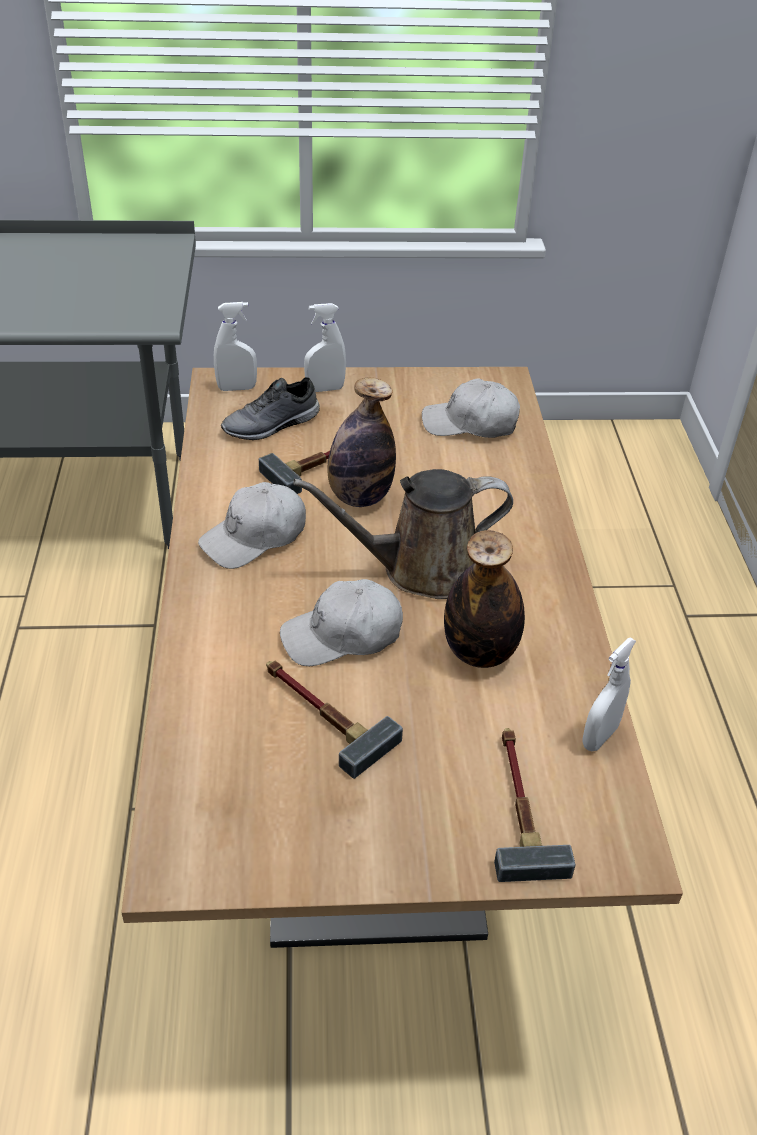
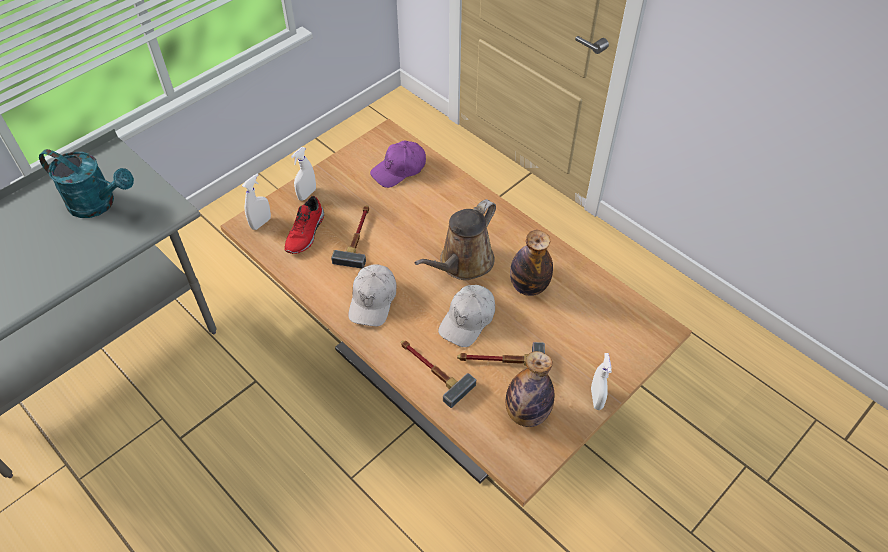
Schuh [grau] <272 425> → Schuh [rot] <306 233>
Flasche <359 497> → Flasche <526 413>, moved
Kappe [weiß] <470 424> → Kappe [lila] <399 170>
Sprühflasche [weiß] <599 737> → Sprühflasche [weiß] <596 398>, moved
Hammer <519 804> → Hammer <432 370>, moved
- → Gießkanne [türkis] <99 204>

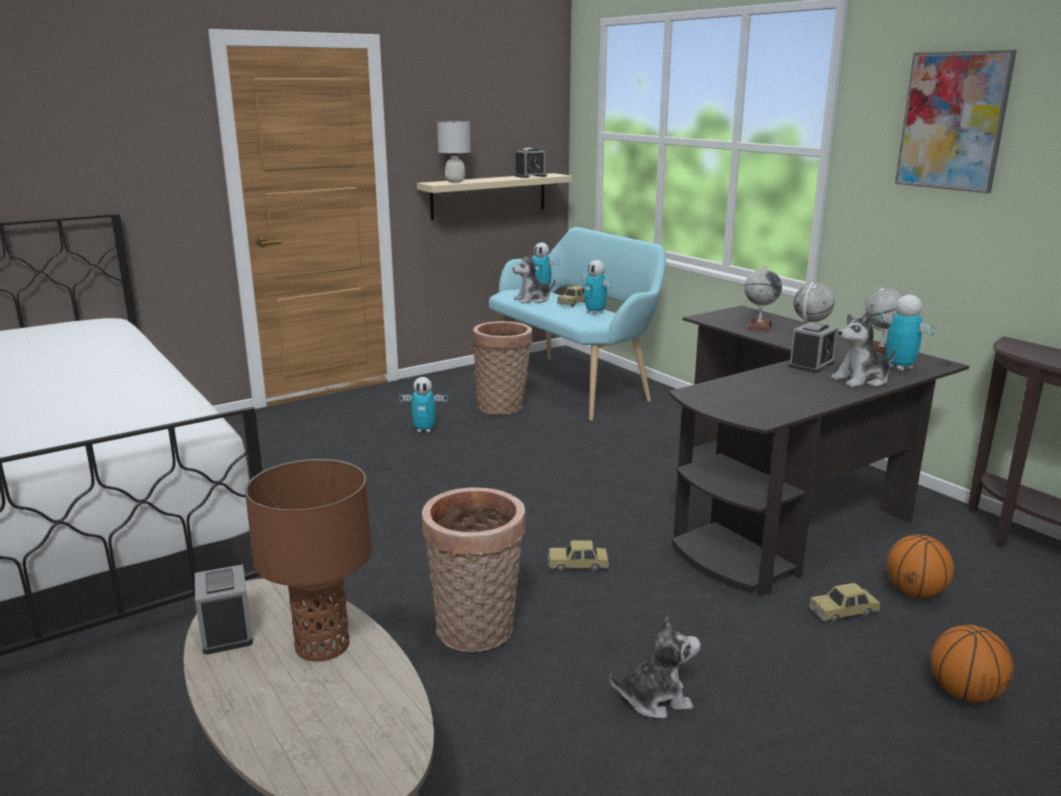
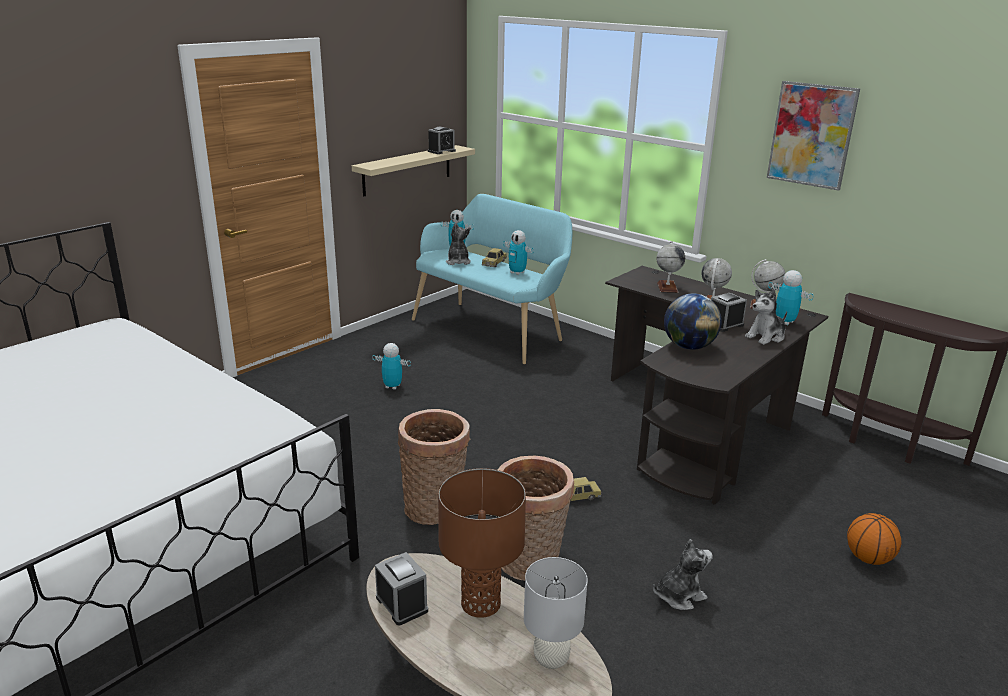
Tischlampe [grau] <454 182> → Tischlampe [grau] <550 660>, moved
Plüschtier <533 300> → Plüschtier <458 262>, 120 degrees clockwise
Korb <503 407> → Korb <435 508>, moved
Wecker <811 365> → Wecker <725 325>, 150 degrees counterclockwise
Spielzeugroboter <424 430> → Spielzeugroboter <392 386>, 150 degrees counterclockwise
Basketball <915 593> → -
Spielzeugauto <843 612> → -
- → Globus <689 346>

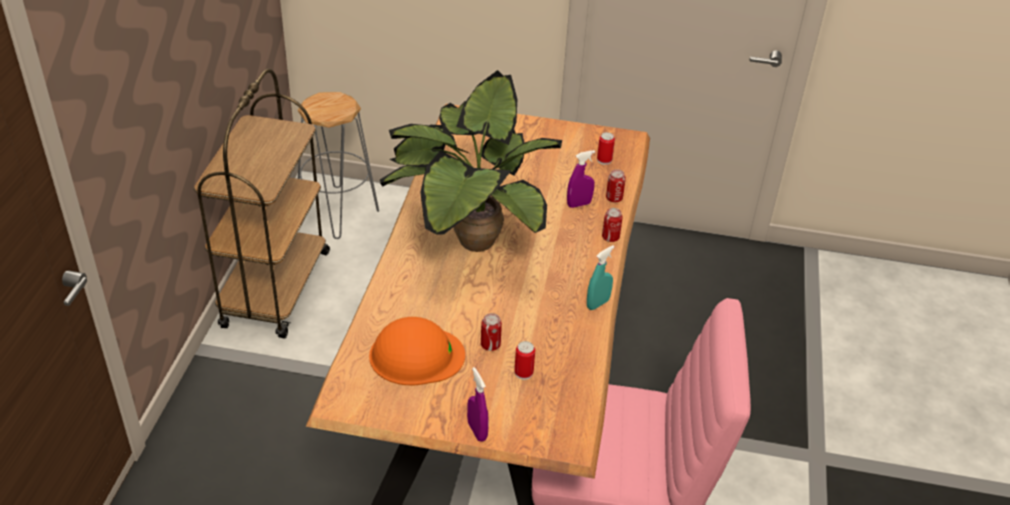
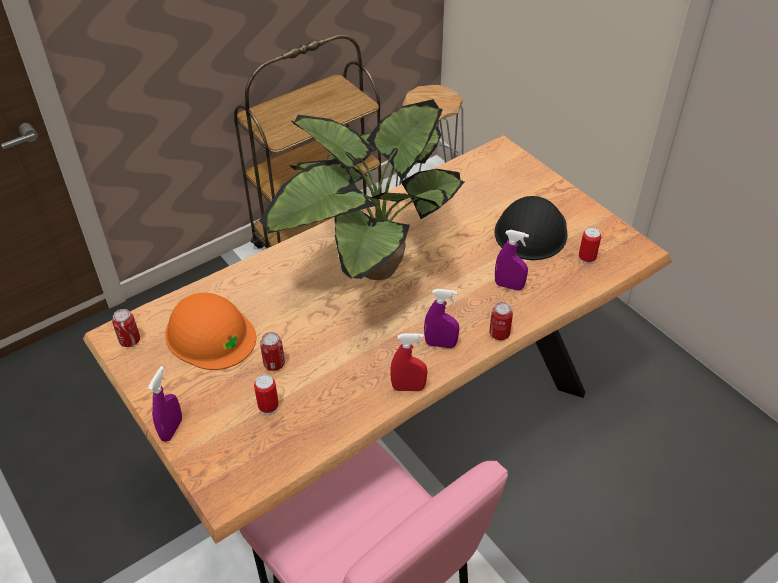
Dose <614 198> → Dose <130 340>, moved
Sprühflasche [türkis] <598 304> → Sprühflasche [rot] <408 388>
- → Schutzhelm [schwarz] <531 230>
- → Sprühflasche [lila] <440 344>

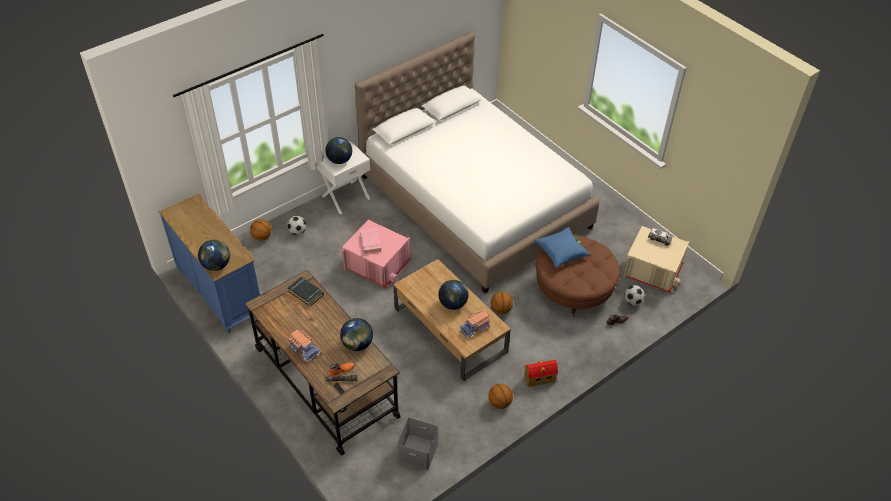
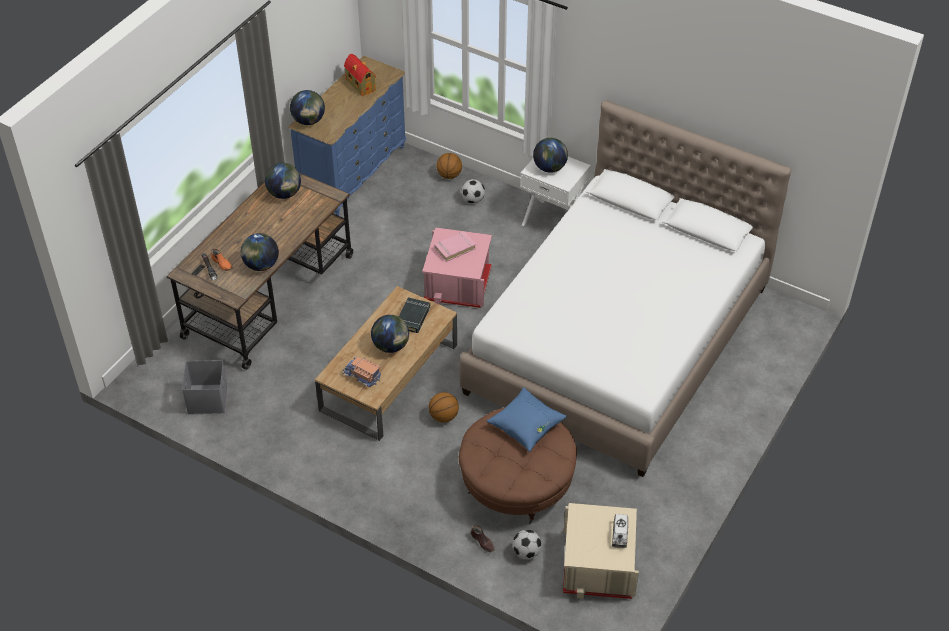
Buch [schwarz] <306 293> → Buch [schwarz] <413 317>, moved
Spielzeuglaster <305 349> → -
Spielzeughaus <538 378> → Spielzeughaus <360 84>, moved
Basketball <499 403> → -
- → Globus <284 194>

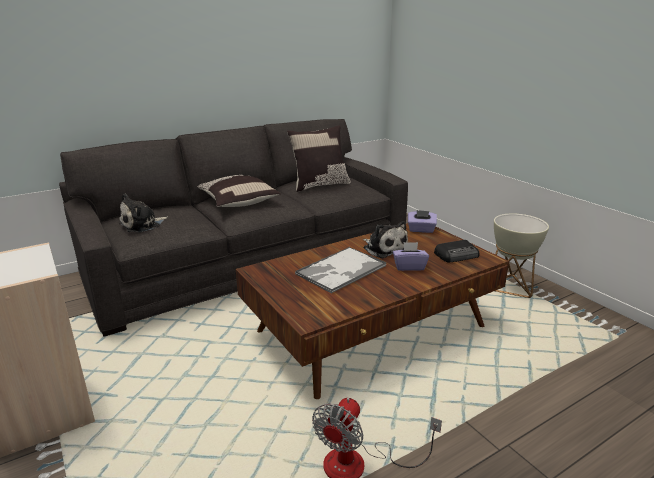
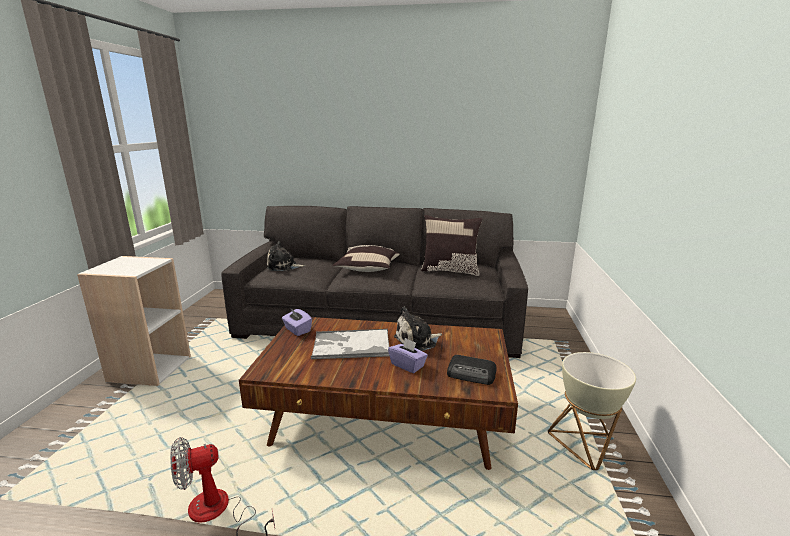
Taschentuchbox [lila] <421 230> → Taschentuchbox [lila] <297 330>, moved
Plüschtier <384 248> → Plüschtier <417 341>, 60 degrees clockwise

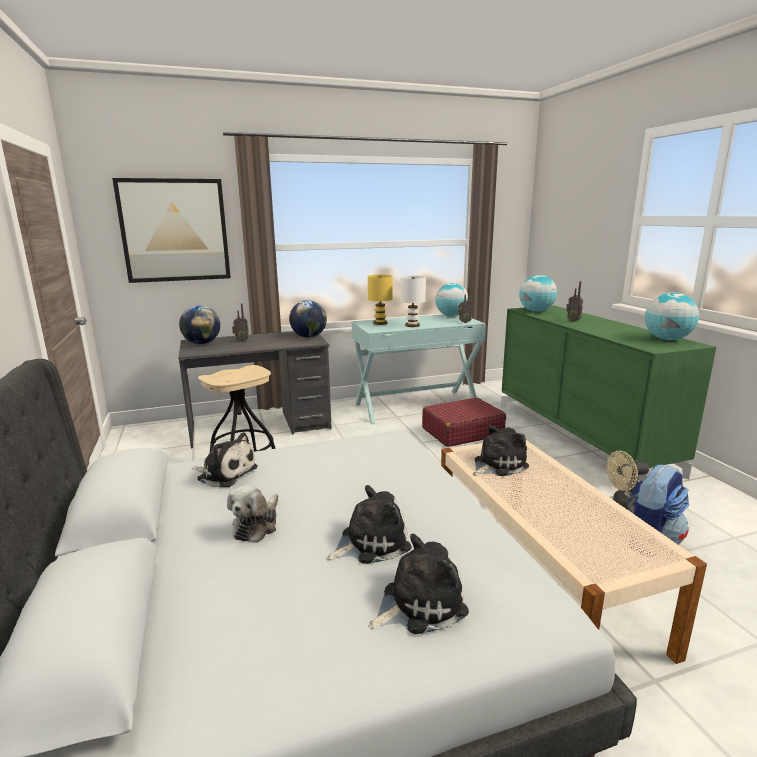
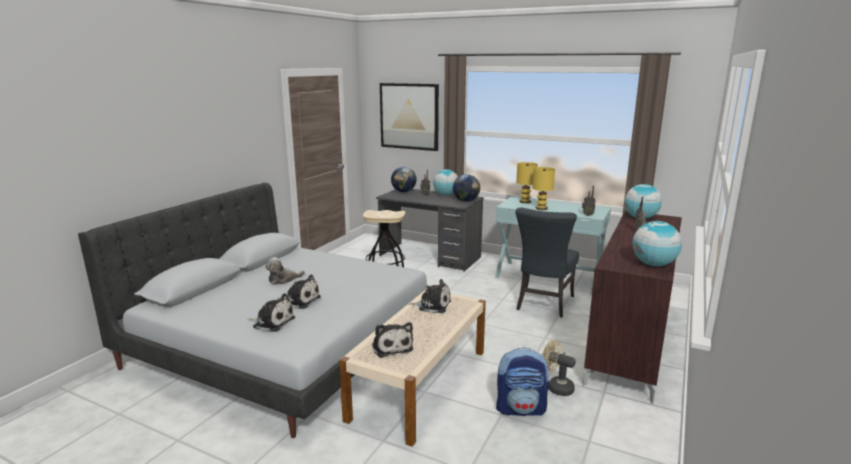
Tischlampe [weiß] <413 325> → Tischlampe [gelb] <541 208>
Globus <451 316> → Globus <446 195>, moved
Kommode [grün] <580 437> → Kommode [braun] <630 343>
Koffer [rot] <462 432> → Stuhl [grau] <543 304>
Plüschtier <225 473> → Plüschtier <391 347>, moved

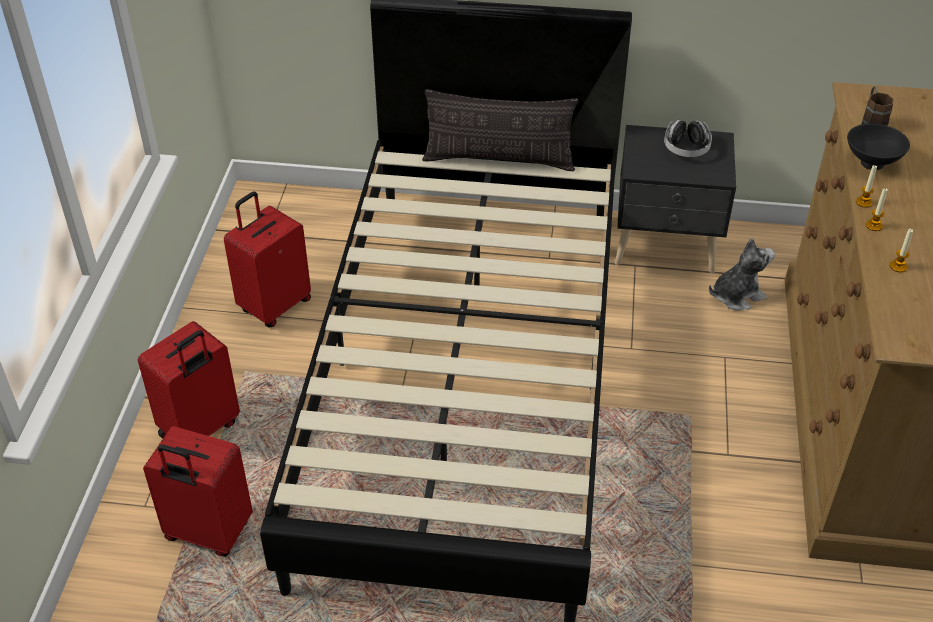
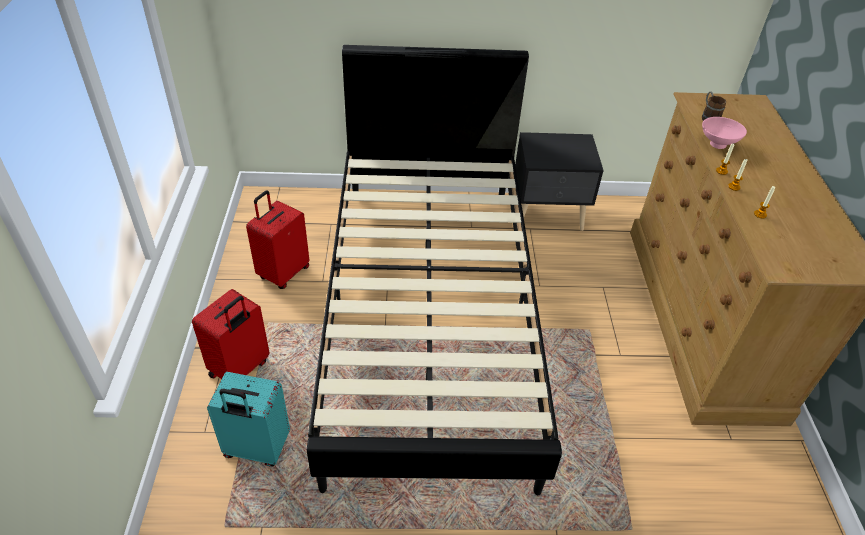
Kissen <499 159> → -
Kopfhörer <686 149> → -
Schüssel [schwarz] <870 163> → Schüssel [rosa] <716 144>
Plüschtier <736 295> → -
Koffer [rot] <207 533> → Koffer [türkis] <256 449>

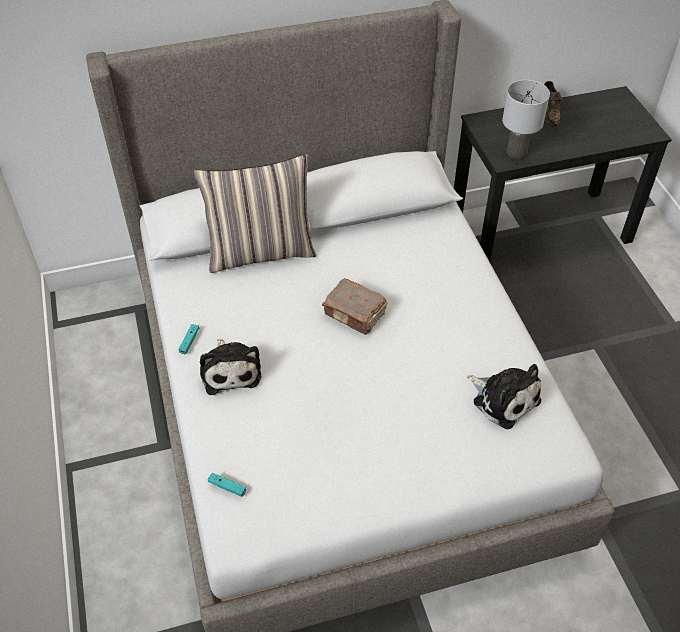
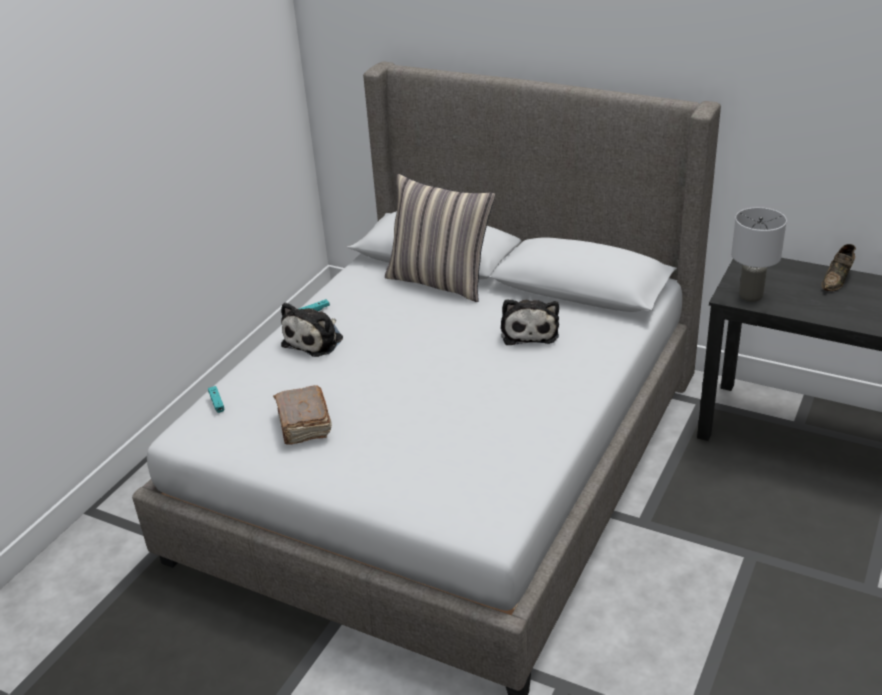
Buch [braun] <355 314> → Buch [braun] <303 425>, moved
Plüschtier <503 399> → Plüschtier <529 331>, moved

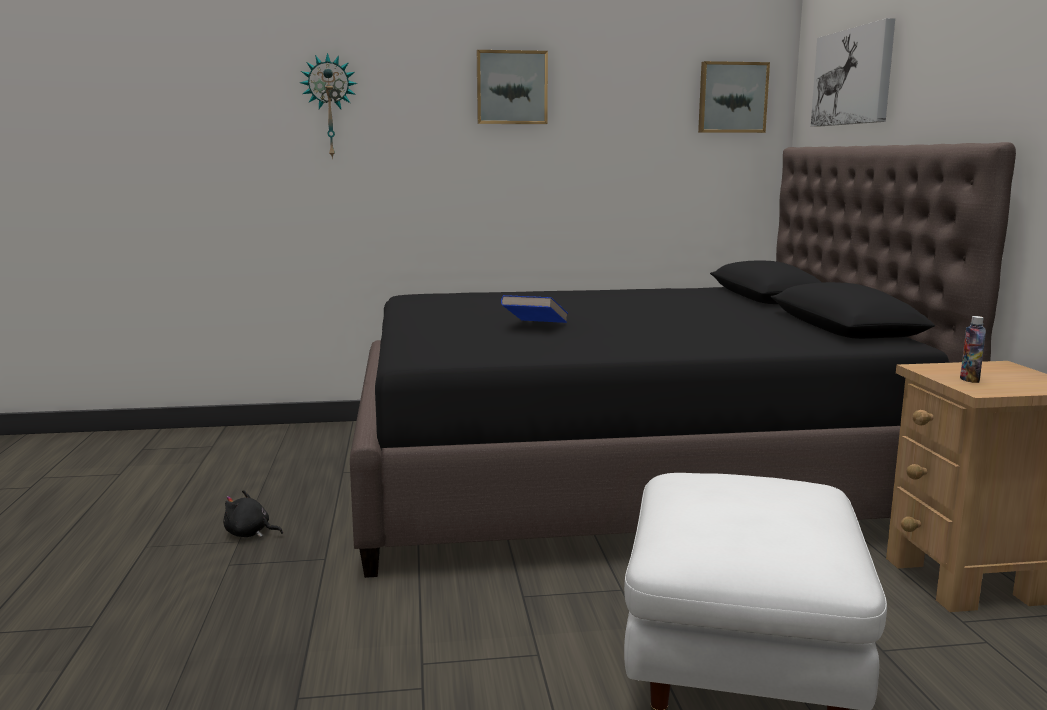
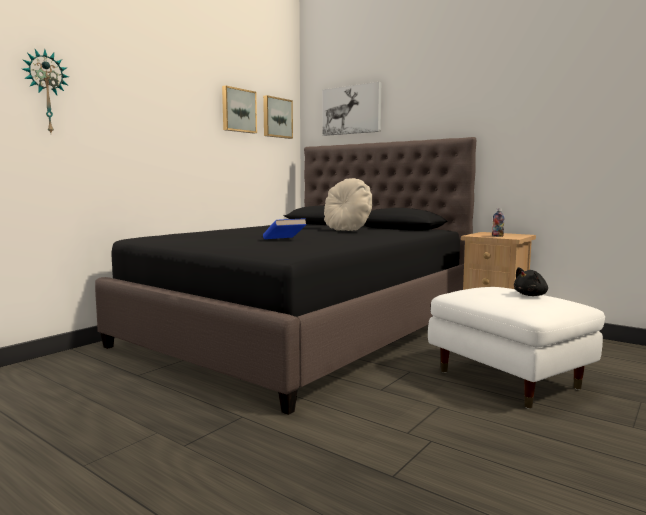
Bild <511 88> → Bild <238 110>, moved
Plüschtier [schwarz] <250 533> → Plüschtier [schwarz] <531 295>, moved
- → Kissen [beige] <347 230>

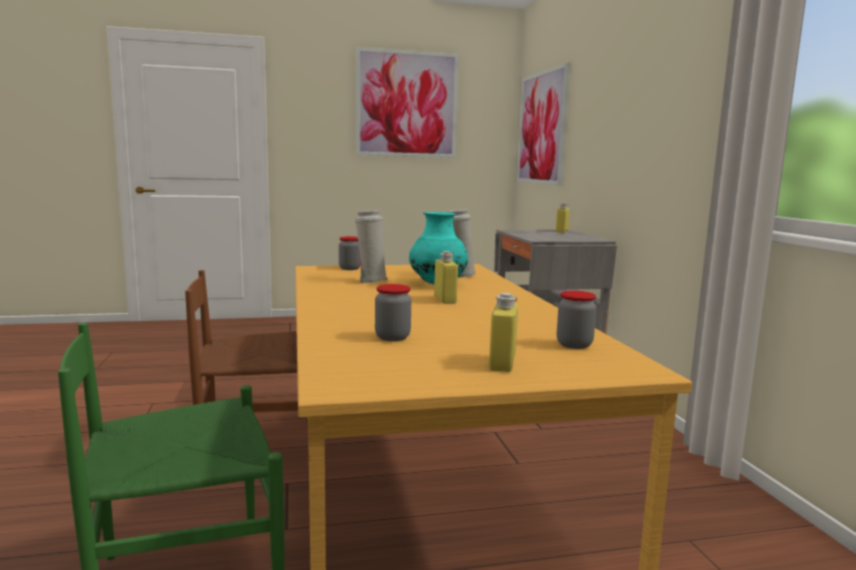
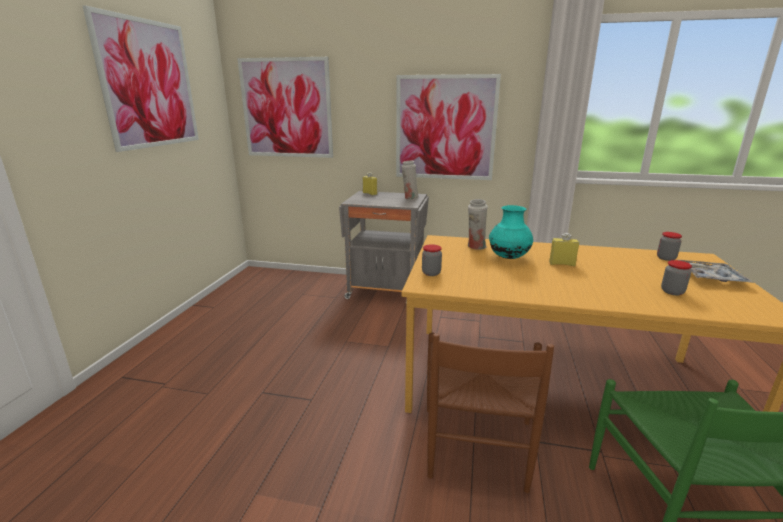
Vase [weiß] <371 281> → Vase [weiß] <410 198>, moved
Flasche [gelb] <502 363> → Tablett <710 277>
- → Bild <445 128>

